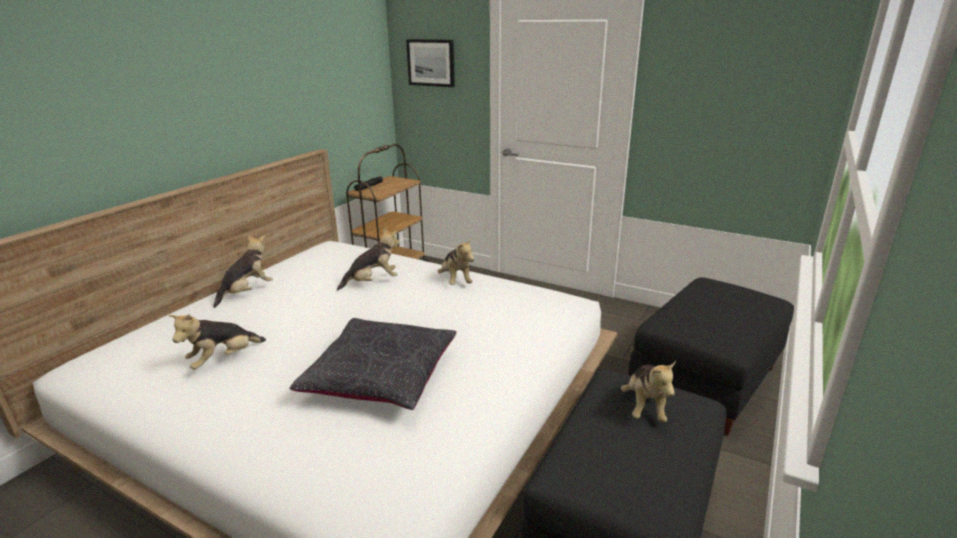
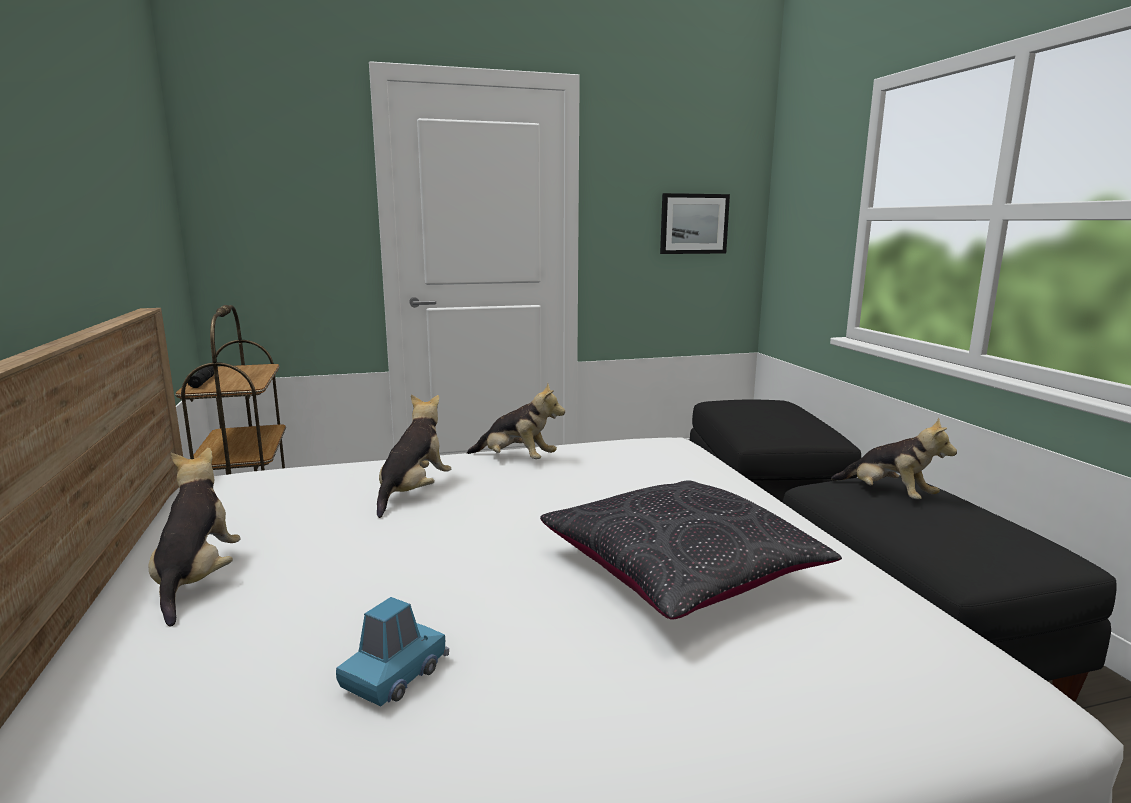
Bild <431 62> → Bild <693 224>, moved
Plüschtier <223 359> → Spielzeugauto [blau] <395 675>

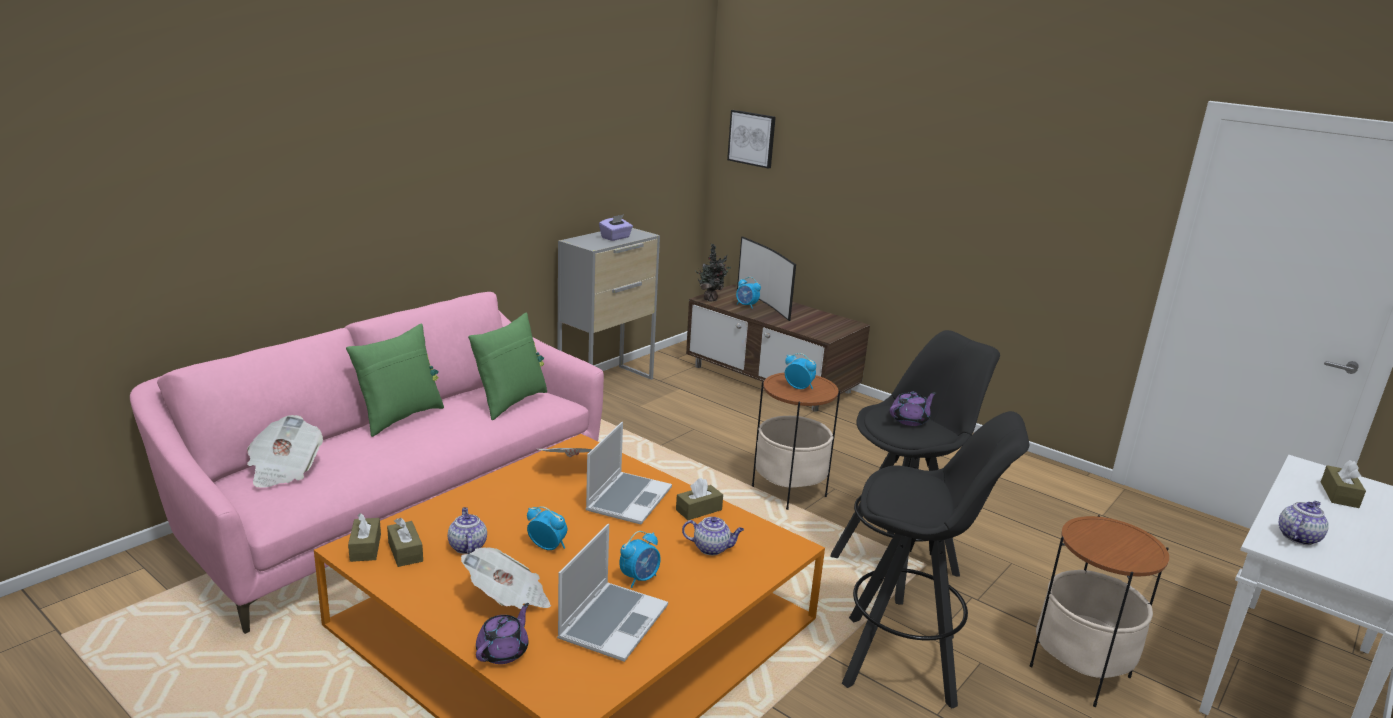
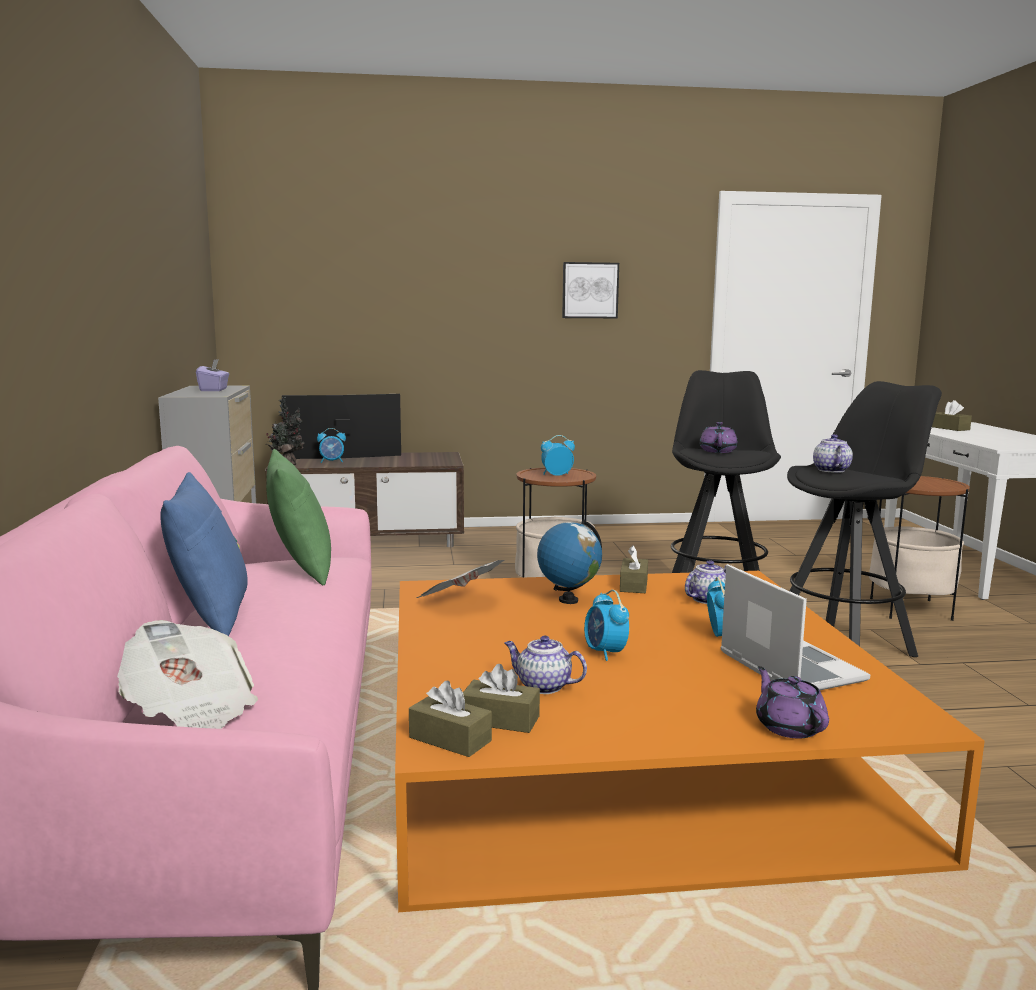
Bild <752 138> → Bild <590 290>, moved
Fernseher <766 303> → Fernseher <344 457>, 150 degrees clockwise
Kissen [grün] <400 418> → Kissen [blau] <211 618>
Laptop <628 499> → Globus <568 600>
Teekanne <1298 537> → Teekanne <830 470>, moved
Wecker <547 546> → Wecker <605 653>, 90 degrees counterclockwise
Zeitung <508 599> → -

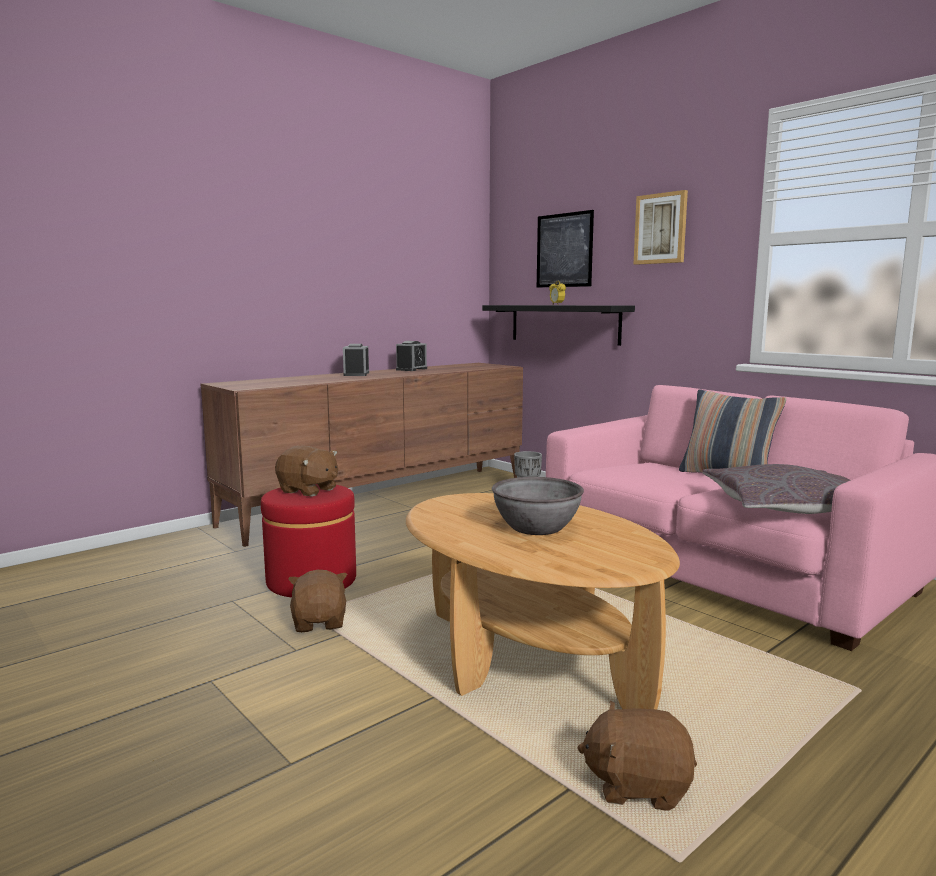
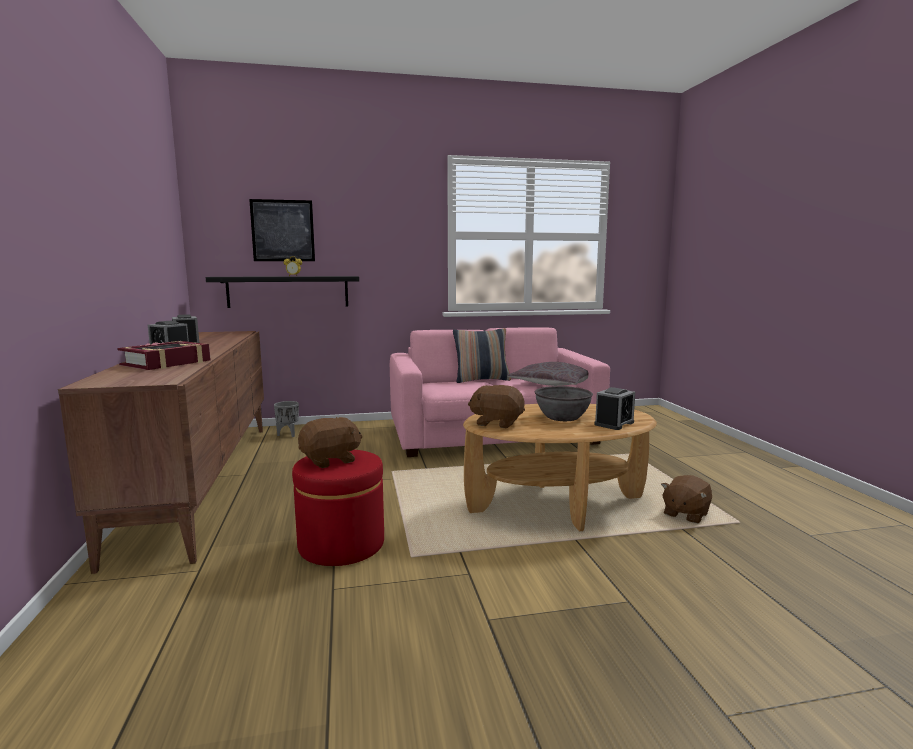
Bild <661 228> → -
Plüschtier [braun] <320 622> → Plüschtier [braun] <497 423>, moved
- → Buch <166 363>
- → Wecker <614 423>

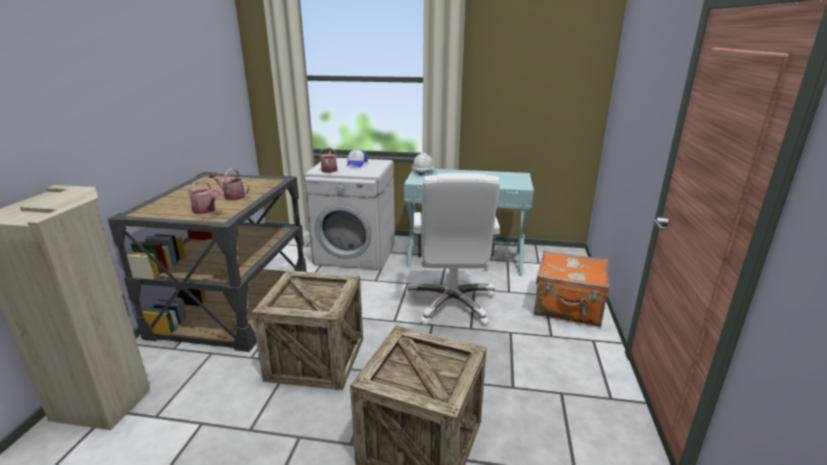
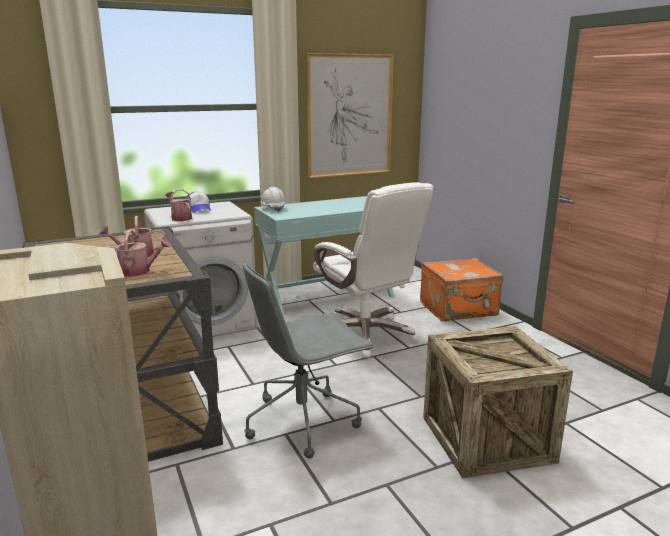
Kiste <316 359> → Bürostuhl [grau] <307 421>
- → Bild <350 116>

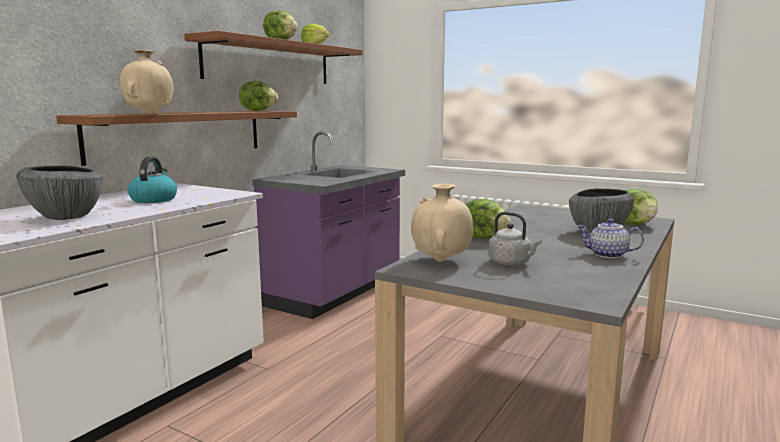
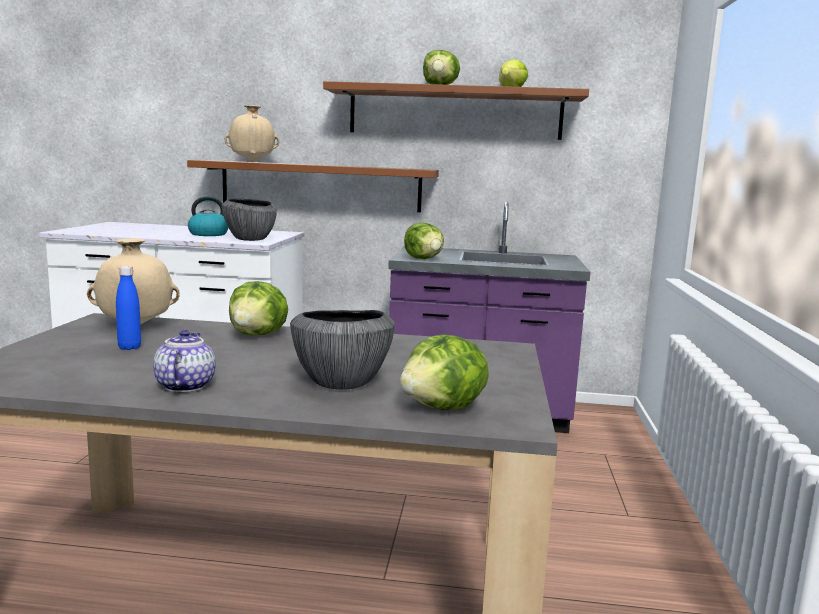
Salatkopf <257 111> → Salatkopf <424 259>, moved
Schüssel <66 217> → Schüssel <250 239>, moved
Wasserkessel [grau] <511 263> → Flasche [blau] <129 347>

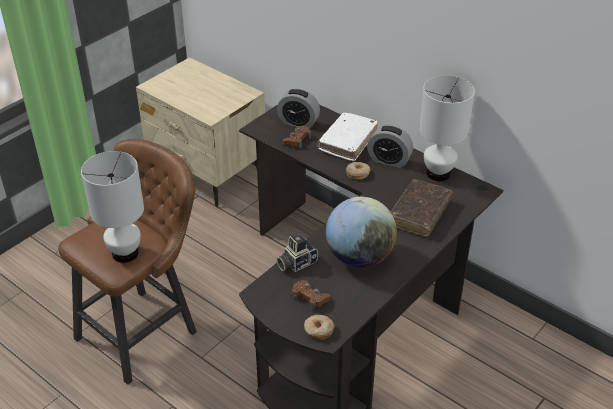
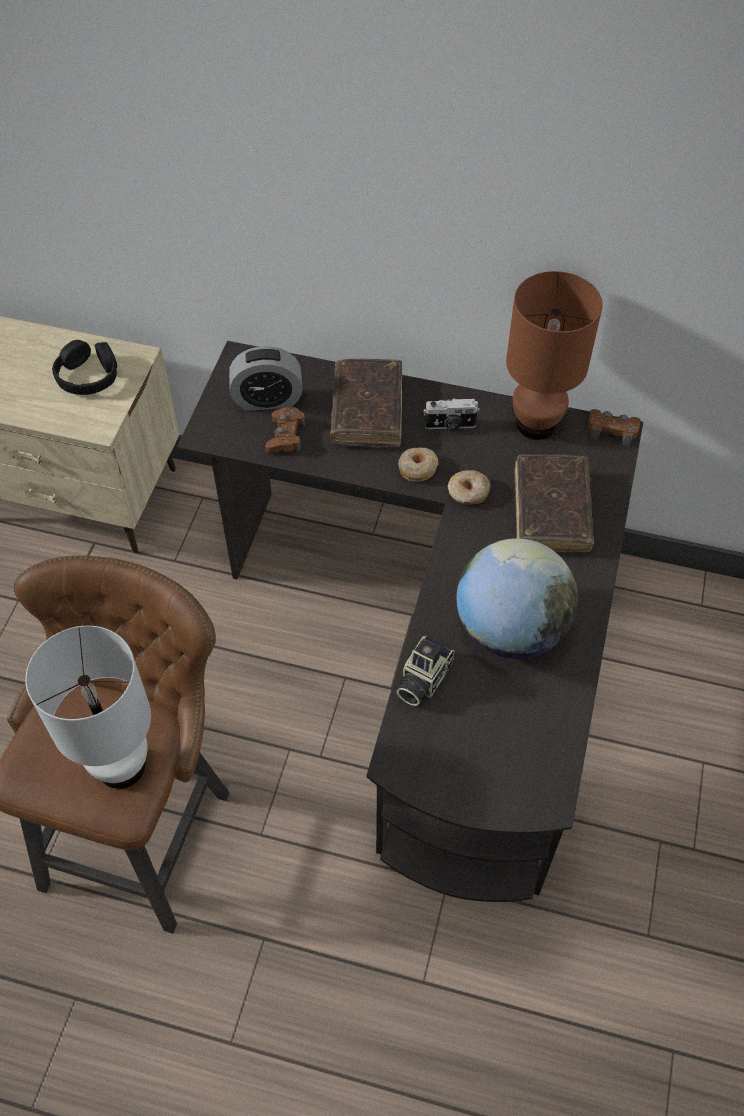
Tischlampe [weiß] <438 173> → Tischlampe [braun] <536 424>
Buch [weiß] <348 141> → Buch [braun] <367 410>
Wecker <389 160> → Kamera <450 425>
Gamepad [braun] <310 298> → Gamepad [braun] <612 430>, moved
Donut <318 330> → Donut <468 492>, moved
- → Kopfhörer [schwarz] <88 376>

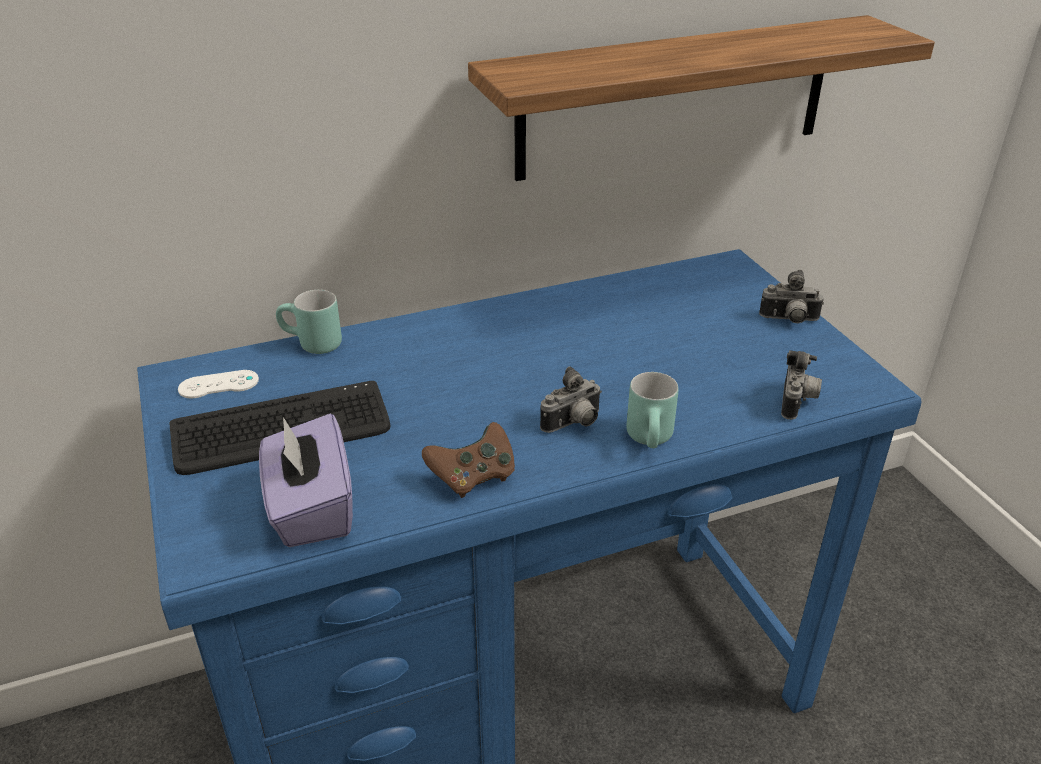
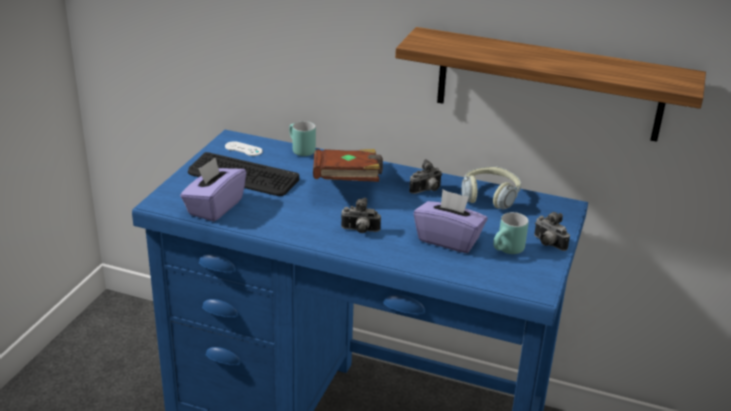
Kamera <797 402> → Kamera <427 191>, moved
Henkelbecher [türkis] <653 441> → Henkelbecher [türkis] <508 251>, moved
Gamepad [braun] <473 477> → -
- → Buch [braun] <347 183>
- → Kopfhörer <490 196>
- → Taschentuchbox [lila] <448 240>

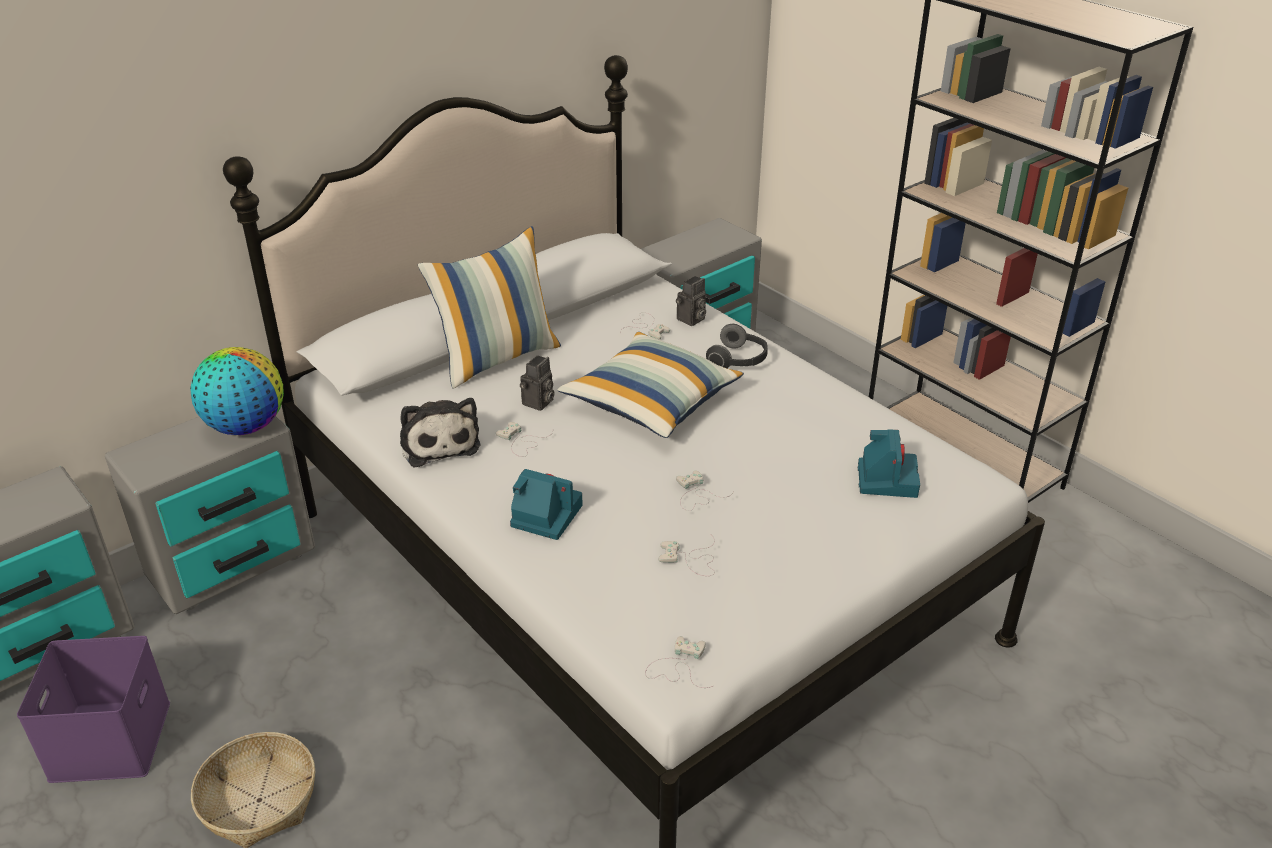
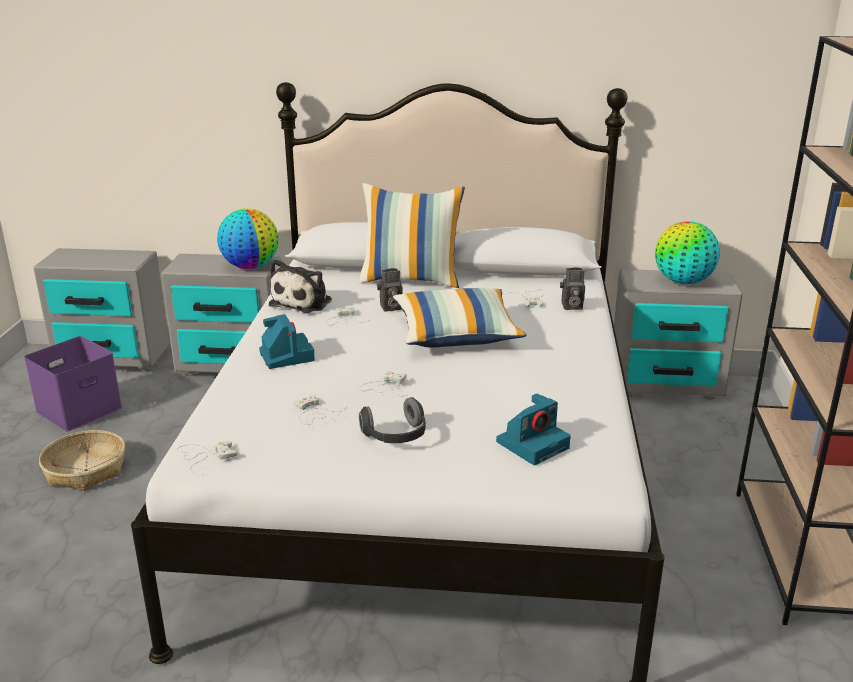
Kopfhörer <738 361> → Kopfhörer <396 437>, moved
- → Globus <683 282>

